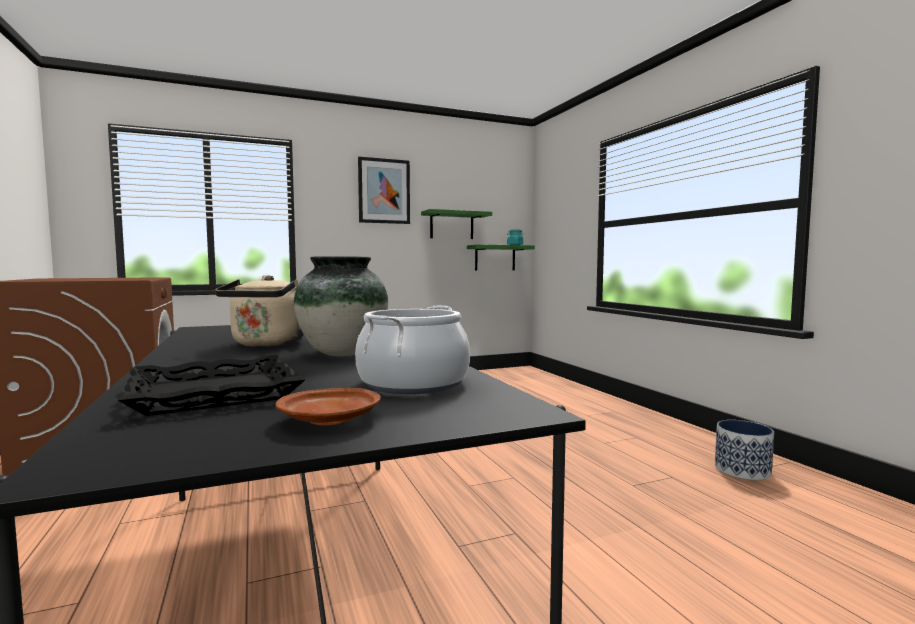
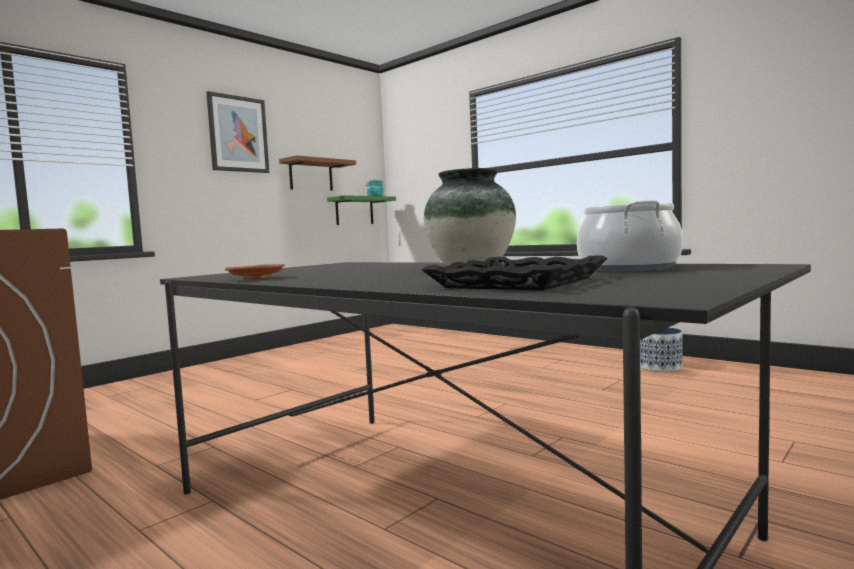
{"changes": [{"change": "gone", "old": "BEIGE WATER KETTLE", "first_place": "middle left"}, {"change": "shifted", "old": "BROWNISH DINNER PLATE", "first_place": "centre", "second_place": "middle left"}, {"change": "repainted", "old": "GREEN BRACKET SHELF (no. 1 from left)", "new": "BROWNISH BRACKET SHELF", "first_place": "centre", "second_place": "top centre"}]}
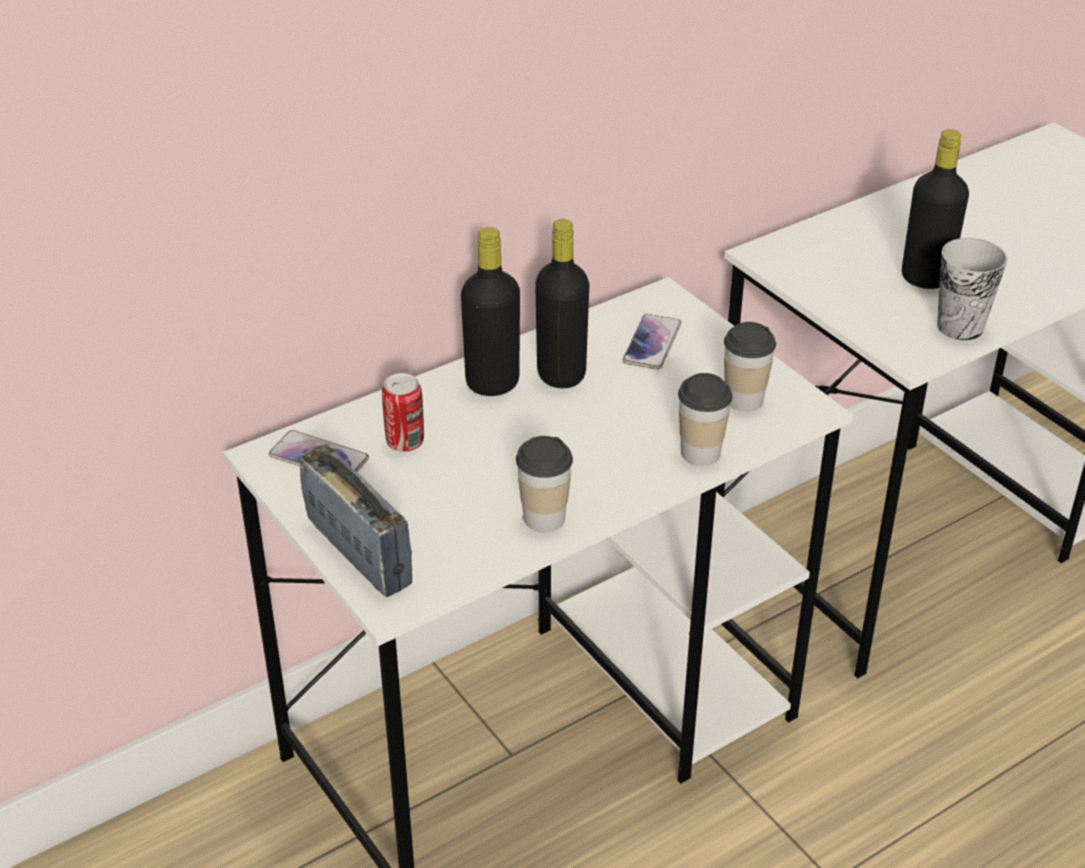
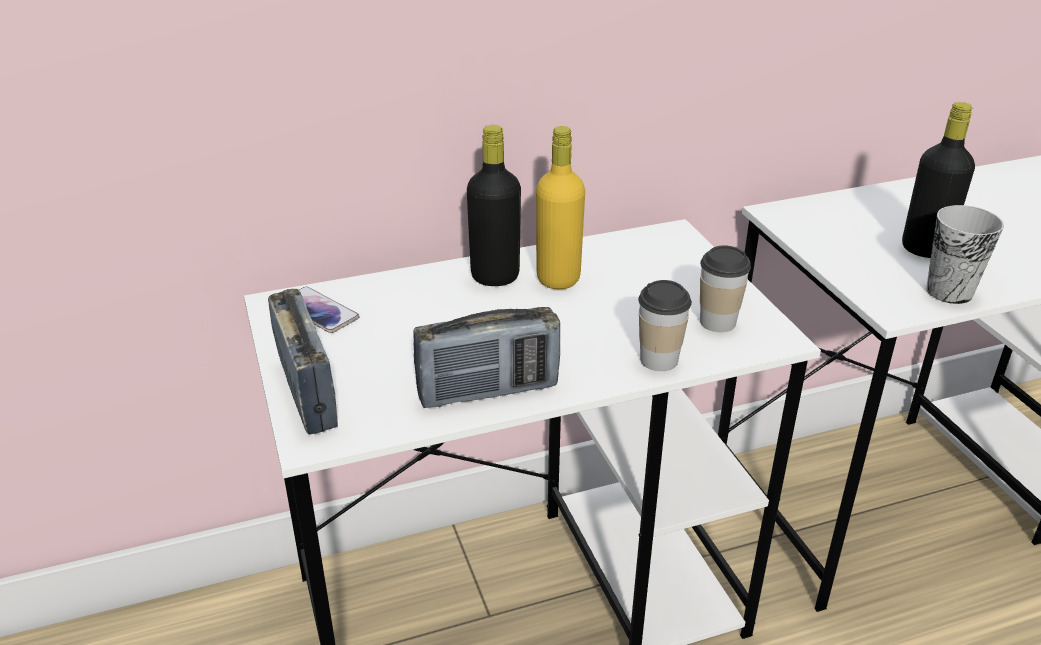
{"changes": [{"change": "gone", "old": "METAL CAN", "first_place": "centre"}, {"change": "swapped", "old": "SMALL CUP (no. 1 from left)", "new": "RADIO RECEIVER (no. 2 from left)", "first_place": "centre", "second_place": "centre"}, {"change": "repainted", "old": "BLACK-COLOURED BOTTLE (no. 2 from left)", "new": "YELLOWISH BOTTLE", "first_place": "centre", "second_place": "top centre"}, {"change": "gone", "old": "PHONE (no. 2 from left)", "first_place": "centre"}]}
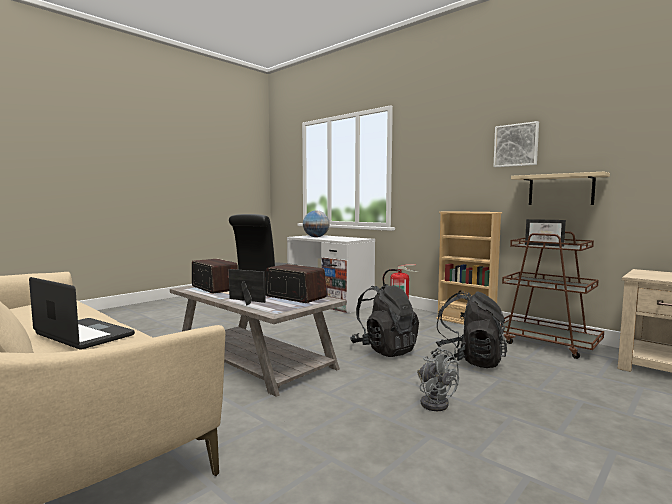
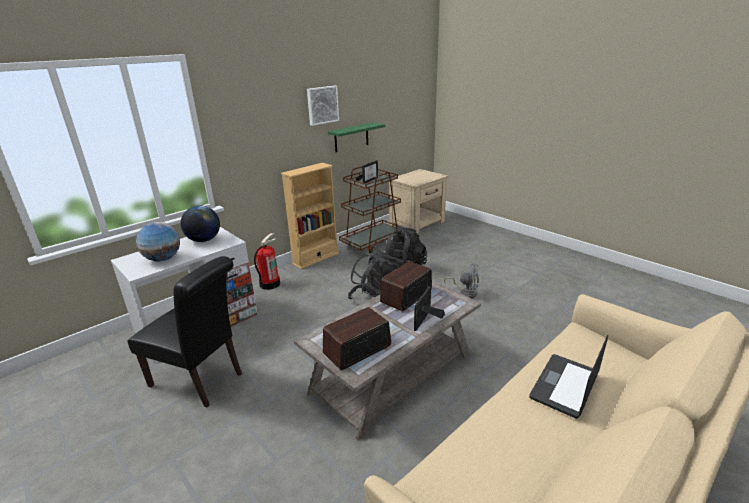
{"changes": [{"change": "rotated", "old": "GREYISH ELECTRIC FAN", "first_place": "bottom centre", "second_place": "centre", "degrees": 45}, {"change": "repainted", "old": "BEIGE BRACKET SHELF", "new": "GREEN BRACKET SHELF", "first_place": "middle right", "second_place": "top centre"}, {"change": "new", "new": "DESK GLOBE (no. 2 from left)", "second_place": "middle left"}]}
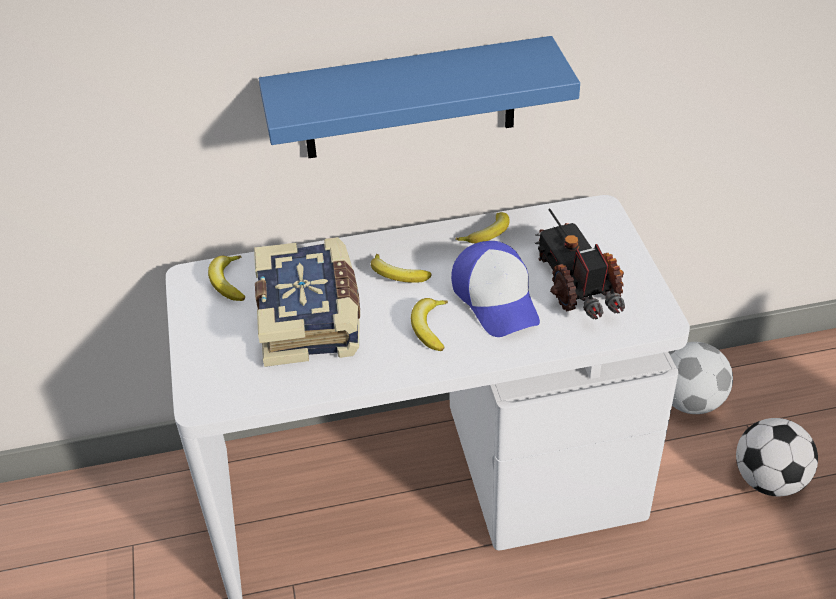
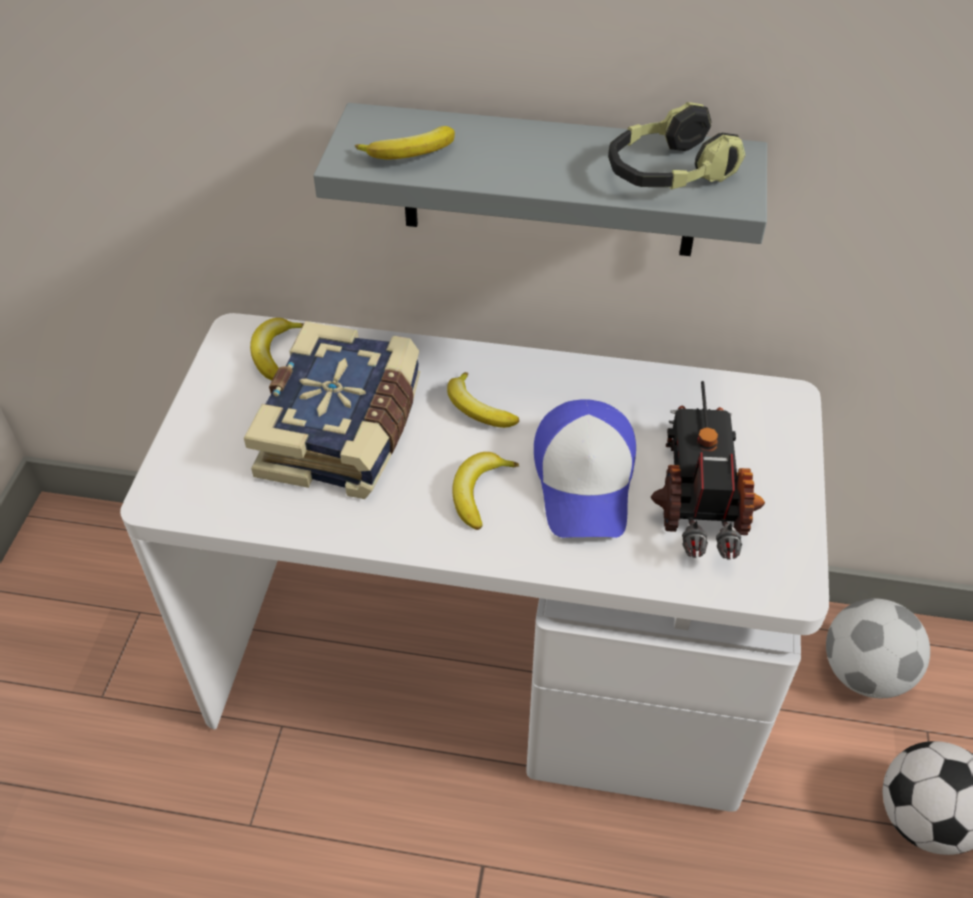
{"changes": [{"change": "repainted", "old": "BLUE BRACKET SHELF", "new": "GREYISH BRACKET SHELF", "first_place": "top centre", "second_place": "top centre"}, {"change": "shifted", "old": "WHOLE BANANA (no. 4 from left in the first image)", "new": "WHOLE BANANA (no. 2 from left)", "first_place": "centre", "second_place": "top centre"}, {"change": "new", "new": "PAIR OF HEADPHONES", "second_place": "top right"}]}
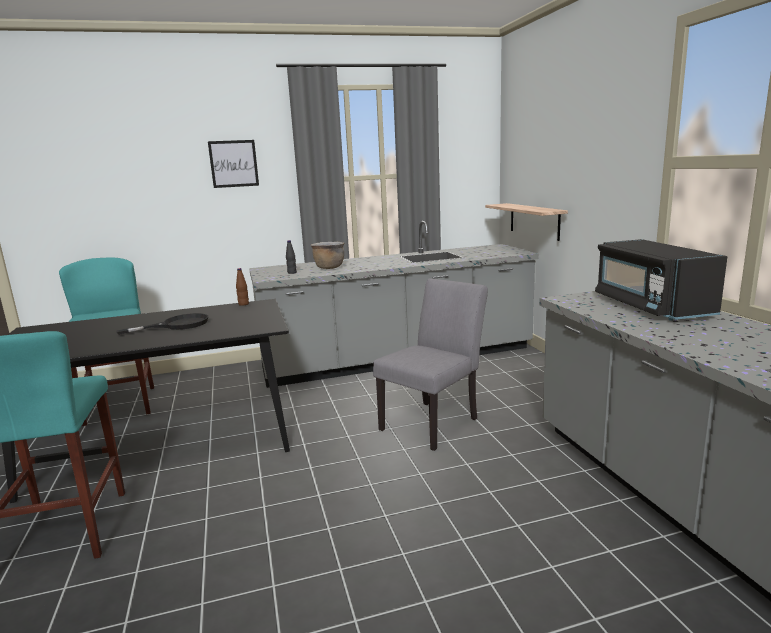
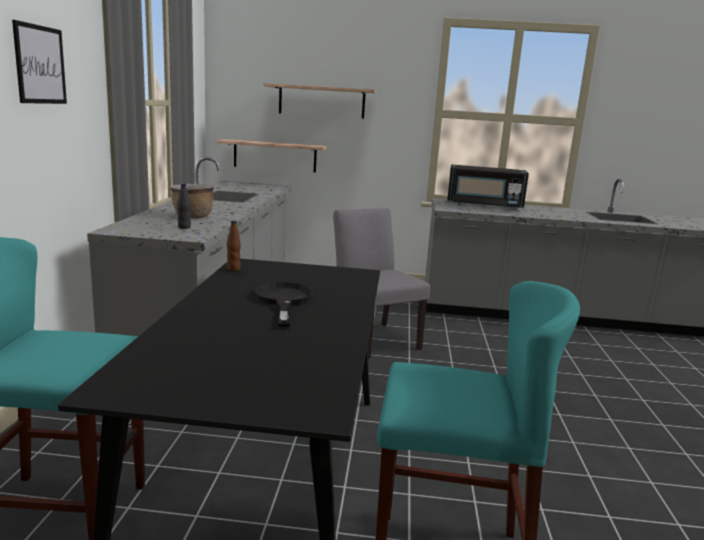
{"changes": [{"change": "new", "new": "BRACKET SHELF (no. 2 from left)", "second_place": "top centre"}]}
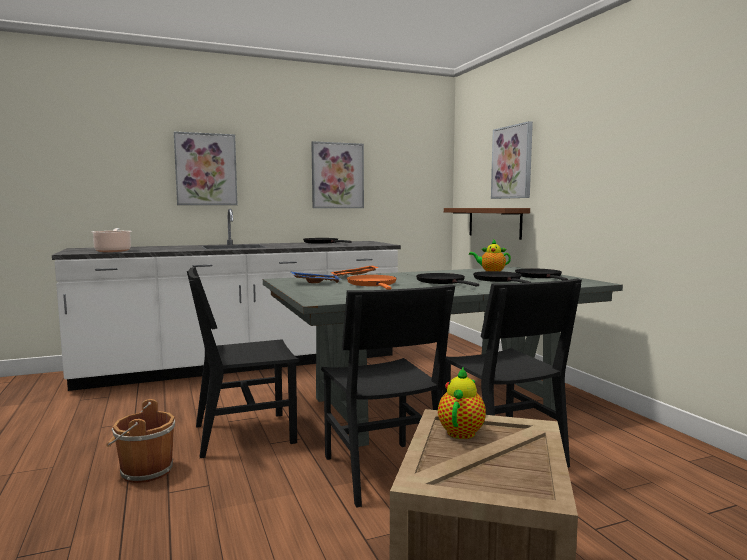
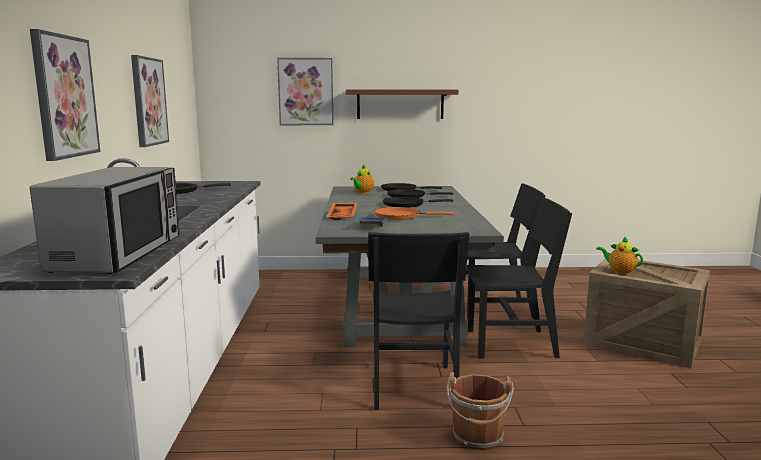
{"changes": [{"change": "swapped", "old": "COOKING POT", "new": "MICROWAVE OVEN", "first_place": "middle left", "second_place": "middle left"}, {"change": "shifted", "old": "BROWNISH BRACKET SHELF", "first_place": "centre", "second_place": "top centre"}]}
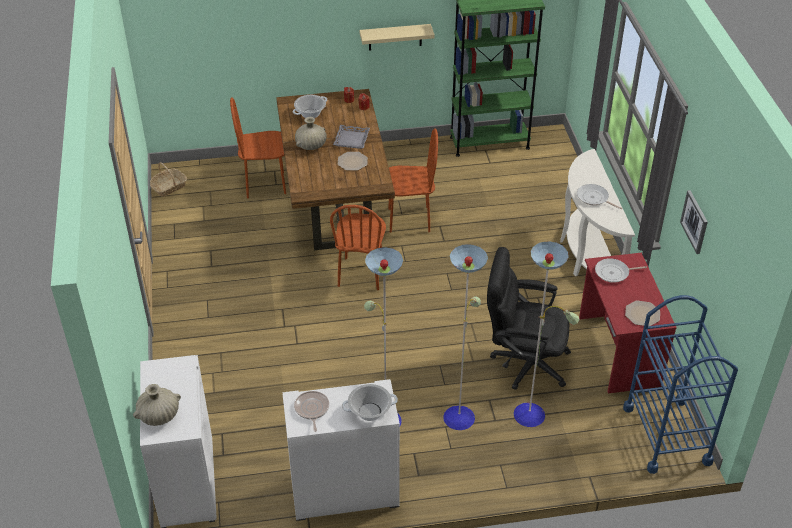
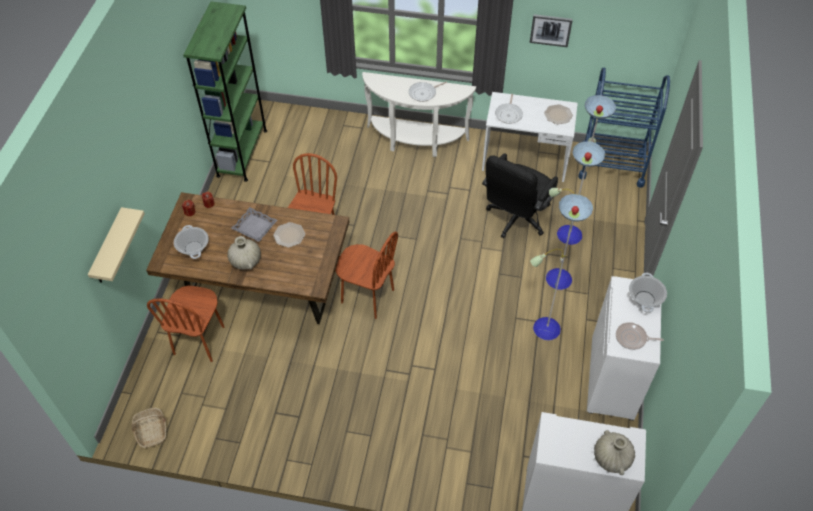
{"changes": [{"change": "shifted", "old": "BEIGE BRACKET SHELF", "first_place": "top centre", "second_place": "middle left"}, {"change": "repainted", "old": "RED DESK", "new": "WHITE-COLOURED DESK", "first_place": "middle right", "second_place": "top centre"}]}
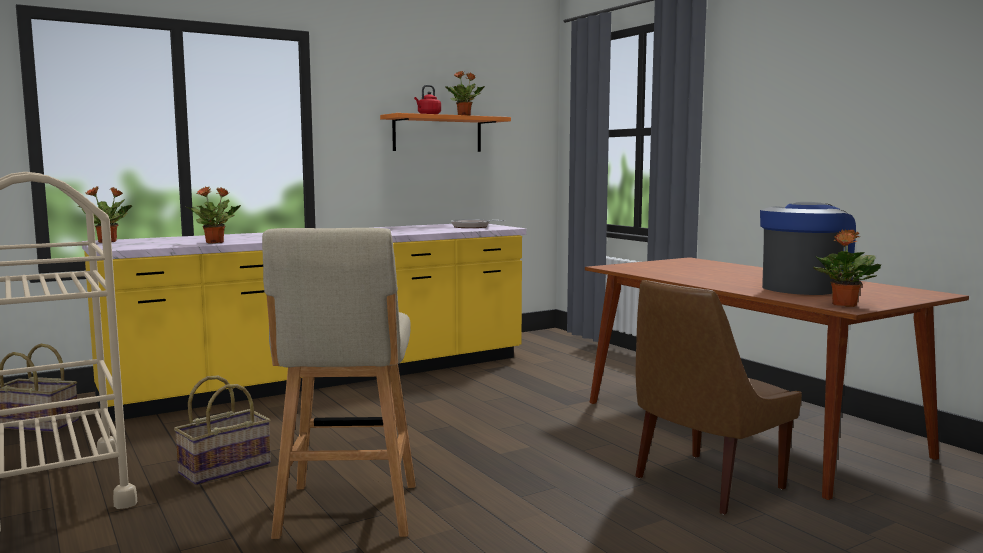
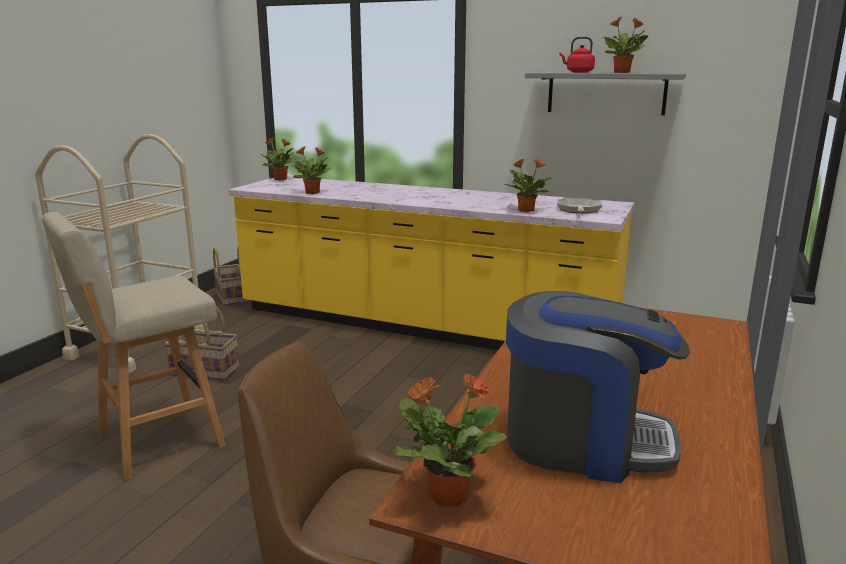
{"changes": [{"change": "repainted", "old": "ORANGE-COLOURED BRACKET SHELF", "new": "GREYISH BRACKET SHELF", "first_place": "top centre", "second_place": "top right"}, {"change": "new", "new": "HOUSEPLANT (no. 4 from left)", "second_place": "top centre"}]}
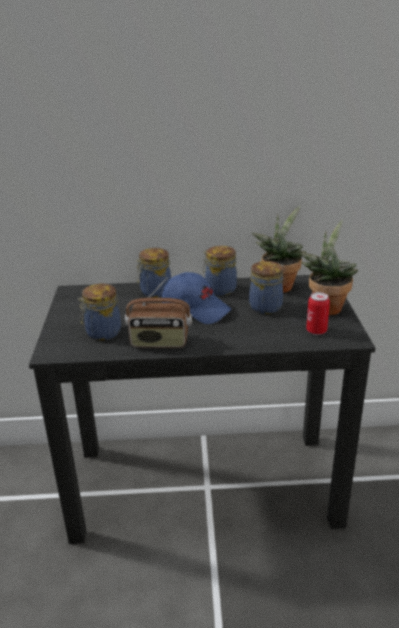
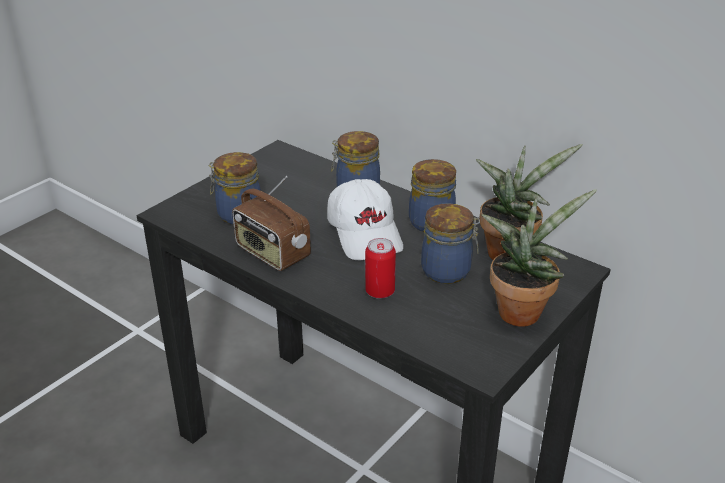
{"changes": [{"change": "repainted", "old": "BLUE CAP", "new": "WHITE-COLOURED CAP", "first_place": "centre", "second_place": "centre"}, {"change": "shifted", "old": "METAL CAN", "first_place": "middle right", "second_place": "centre"}]}
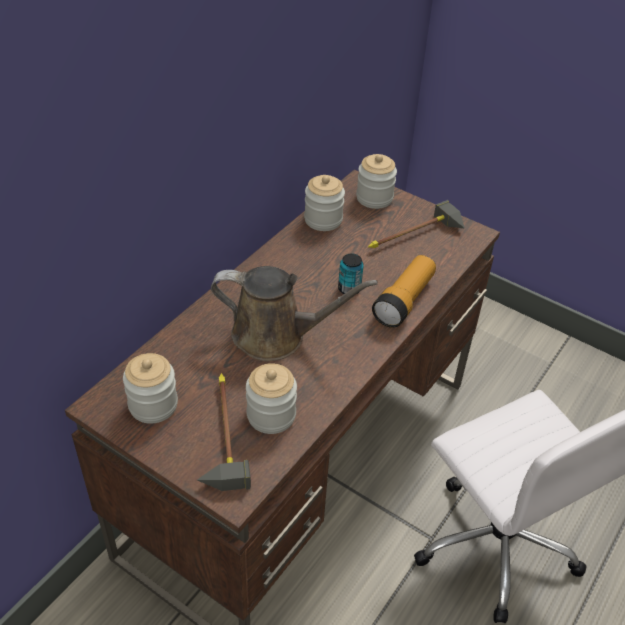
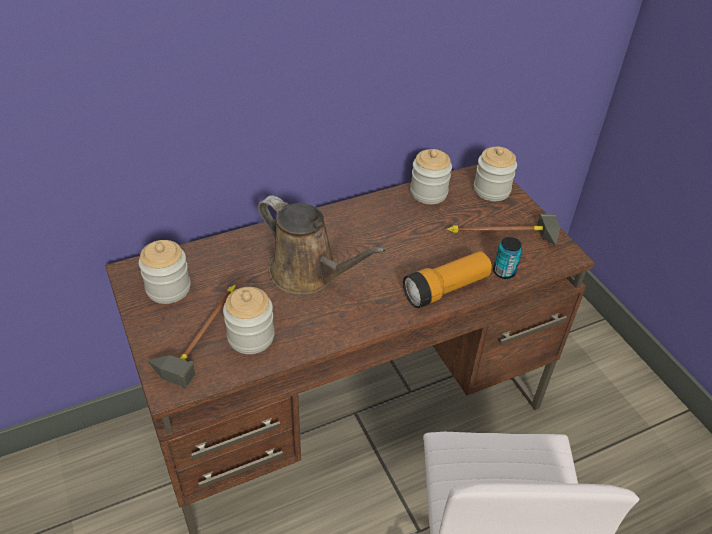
{"changes": [{"change": "shifted", "old": "METAL CAN", "first_place": "centre", "second_place": "middle right"}]}
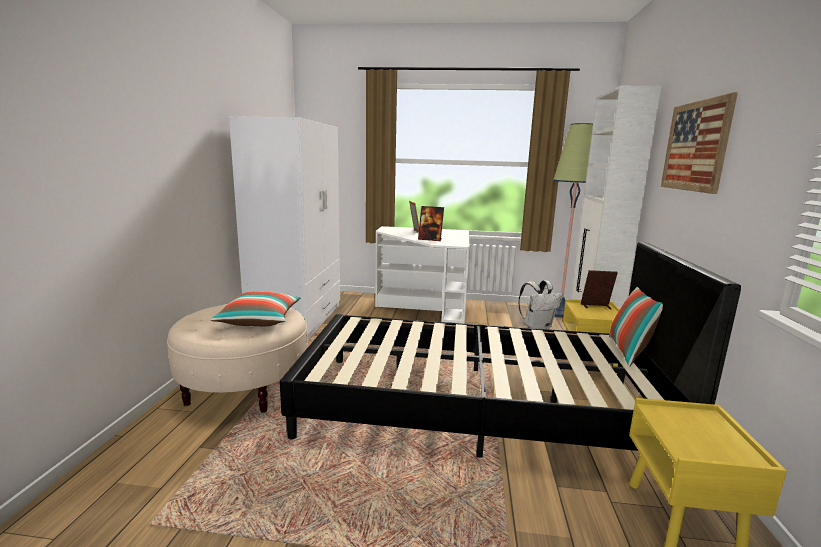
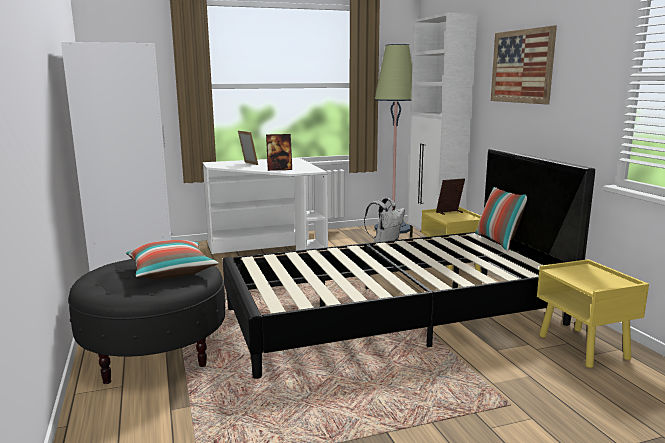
{"changes": [{"change": "repainted", "old": "BEIGE FOOTREST", "new": "BLACK-COLOURED FOOTREST", "first_place": "middle left", "second_place": "bottom left"}]}
